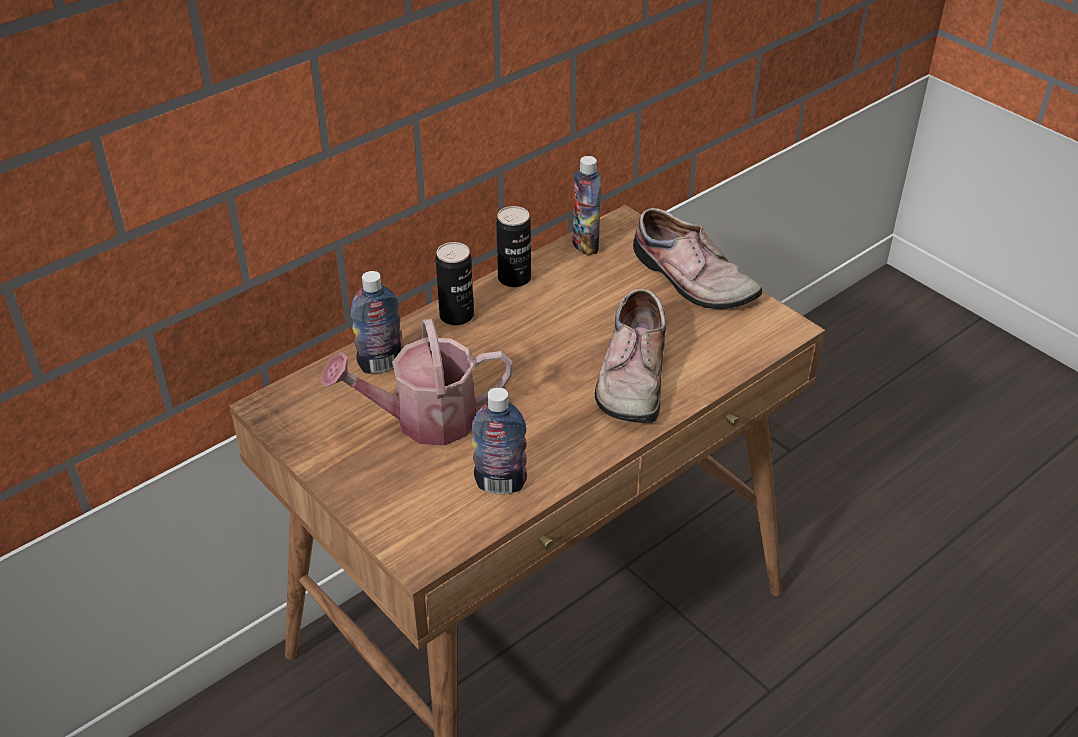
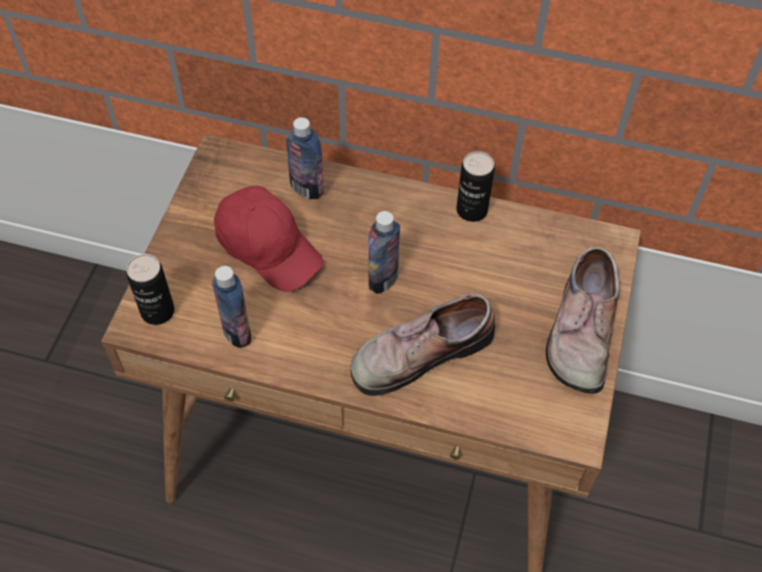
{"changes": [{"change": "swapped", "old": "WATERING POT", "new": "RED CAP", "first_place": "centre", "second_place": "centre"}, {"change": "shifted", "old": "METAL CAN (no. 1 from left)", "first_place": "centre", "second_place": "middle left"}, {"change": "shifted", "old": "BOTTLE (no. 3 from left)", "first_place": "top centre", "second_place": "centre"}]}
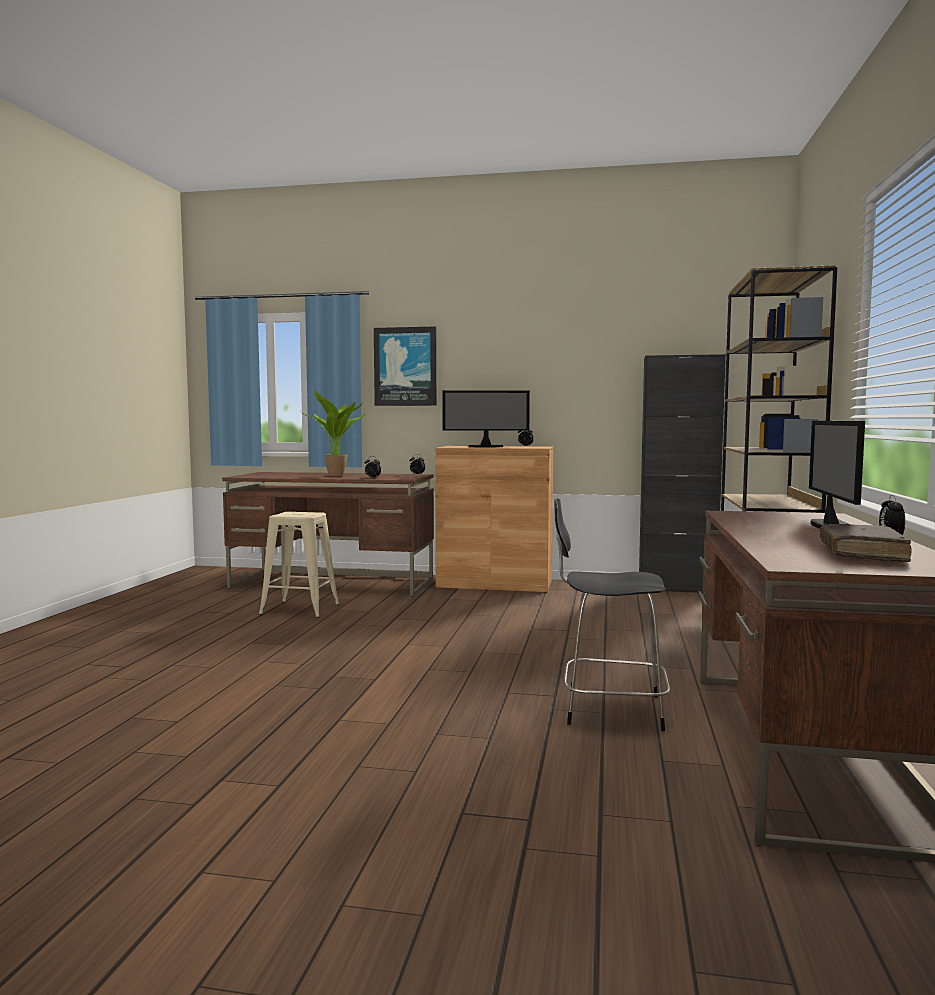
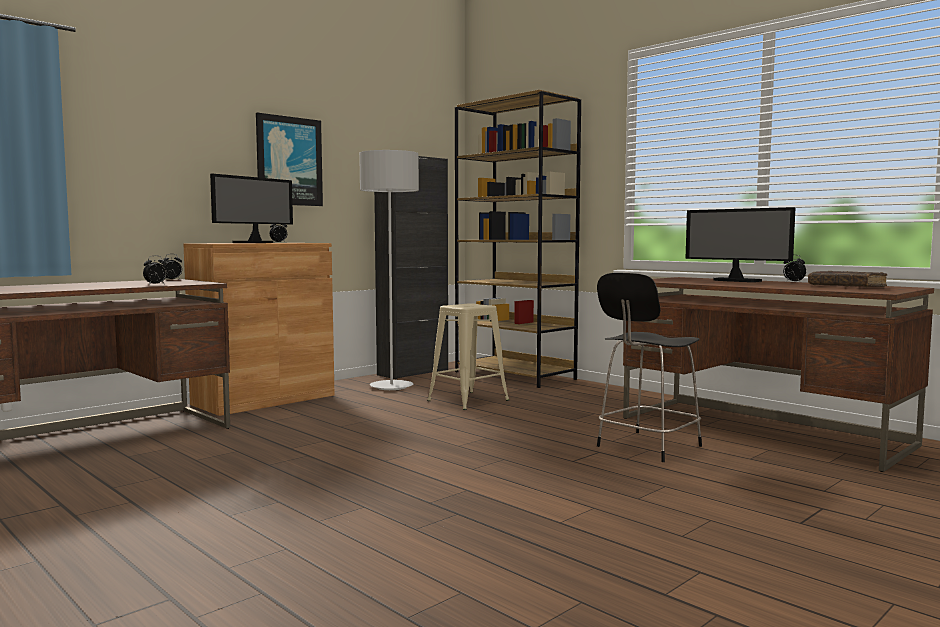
{"changes": [{"change": "shifted", "old": "BEIGE STOOL", "first_place": "middle left", "second_place": "centre"}, {"change": "gone", "old": "HOUSEPLANT", "first_place": "centre"}, {"change": "shifted", "old": "PICTURE", "first_place": "centre", "second_place": "top left"}, {"change": "new", "new": "GREYISH STANDING LAMP", "second_place": "centre"}]}
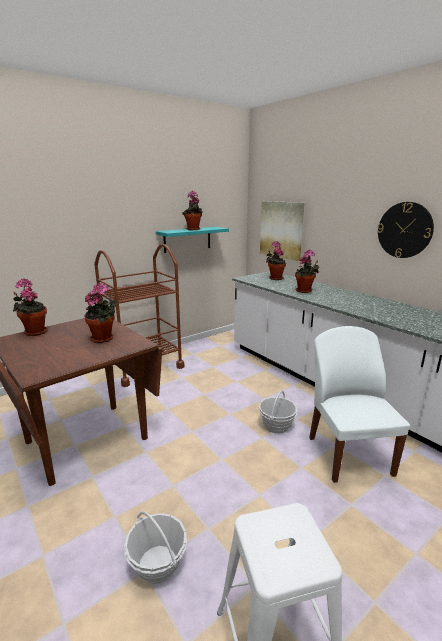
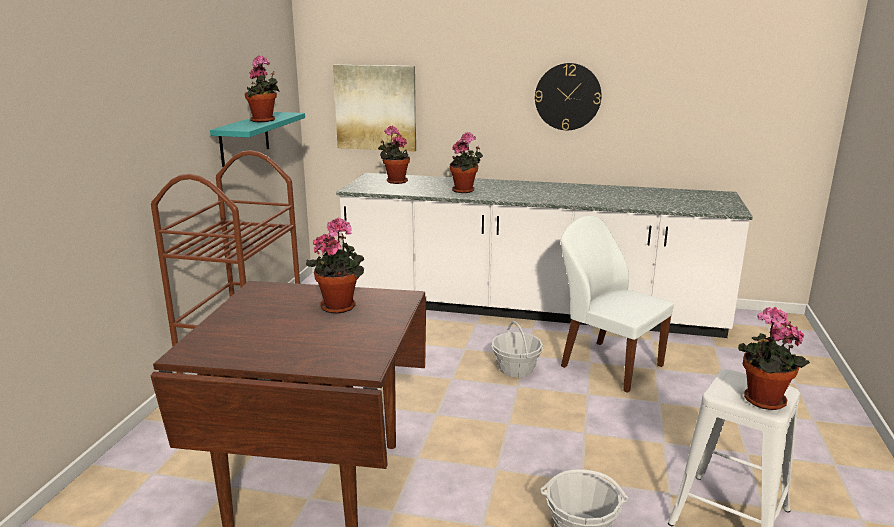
{"changes": [{"change": "shifted", "old": "HOUSEPLANT (no. 1 from left in the first image)", "new": "HOUSEPLANT (no. 5 from left)", "first_place": "middle left", "second_place": "bottom right"}]}
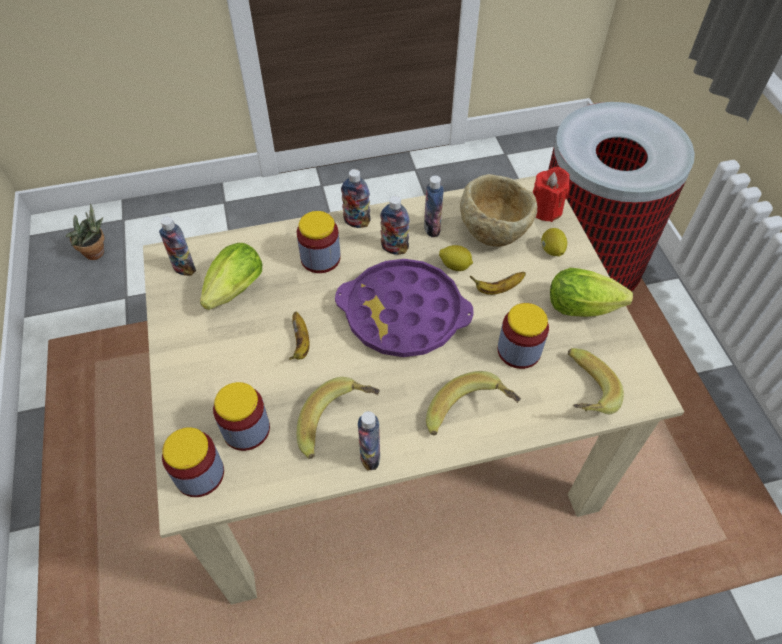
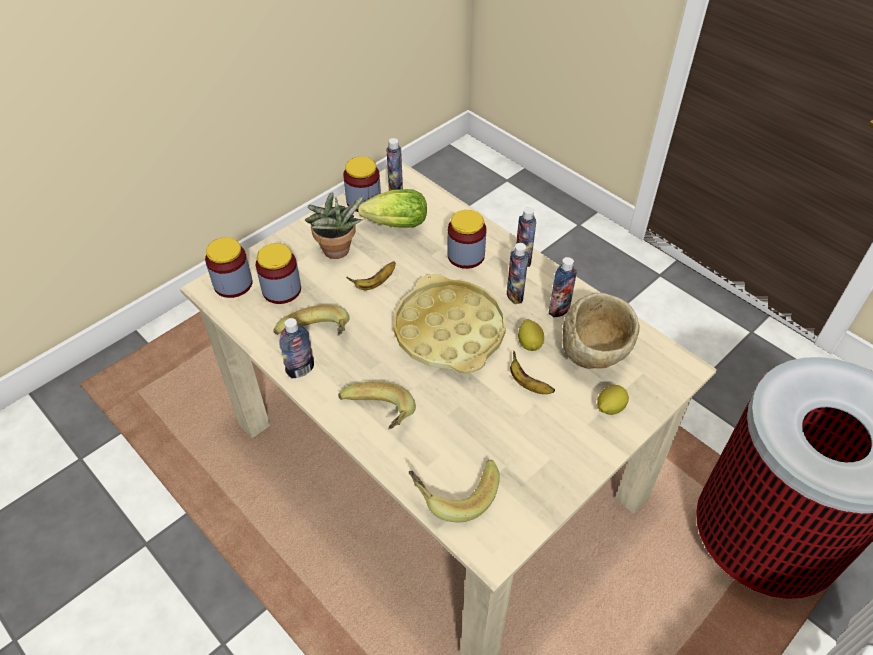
{"changes": [{"change": "shifted", "old": "HOUSEPLANT", "first_place": "middle left", "second_place": "centre"}, {"change": "repainted", "old": "PURPLISH CARRYING TRAY", "new": "YELLOWISH CARRYING TRAY", "first_place": "centre", "second_place": "centre"}, {"change": "shifted", "old": "JAR (no. 4 from left in the first image)", "new": "JAR (no. 3 from left)", "first_place": "middle right", "second_place": "top centre"}, {"change": "gone", "old": "RED WAX LIGHT", "first_place": "top right"}, {"change": "gone", "old": "LETTUCE HEAD (no. 2 from left)", "first_place": "middle right"}]}
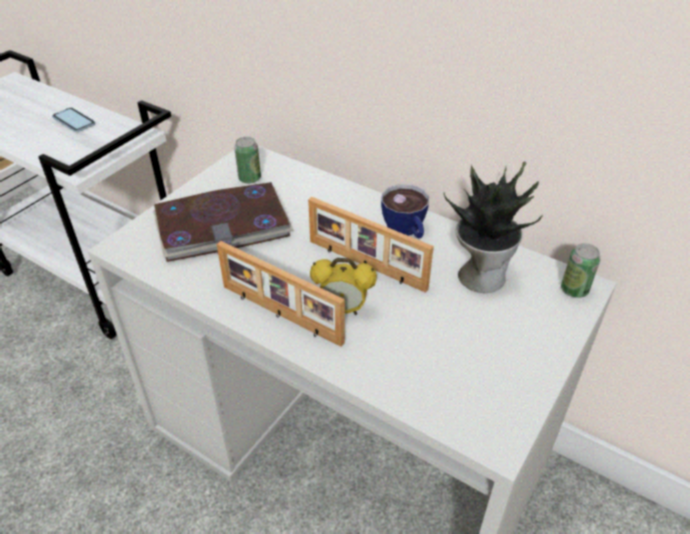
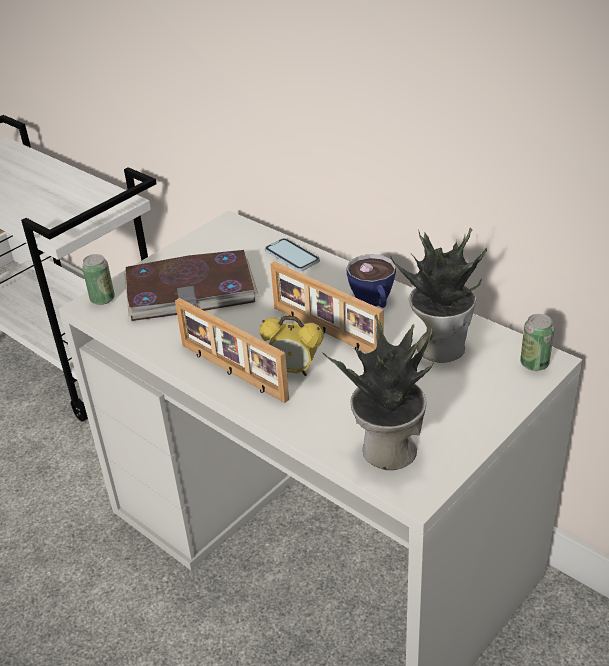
{"changes": [{"change": "shifted", "old": "PHONE", "first_place": "top left", "second_place": "centre"}, {"change": "shifted", "old": "METAL CAN (no. 1 from left)", "first_place": "top centre", "second_place": "middle left"}, {"change": "new", "new": "HOUSEPLANT (no. 1 from left)", "second_place": "centre"}]}
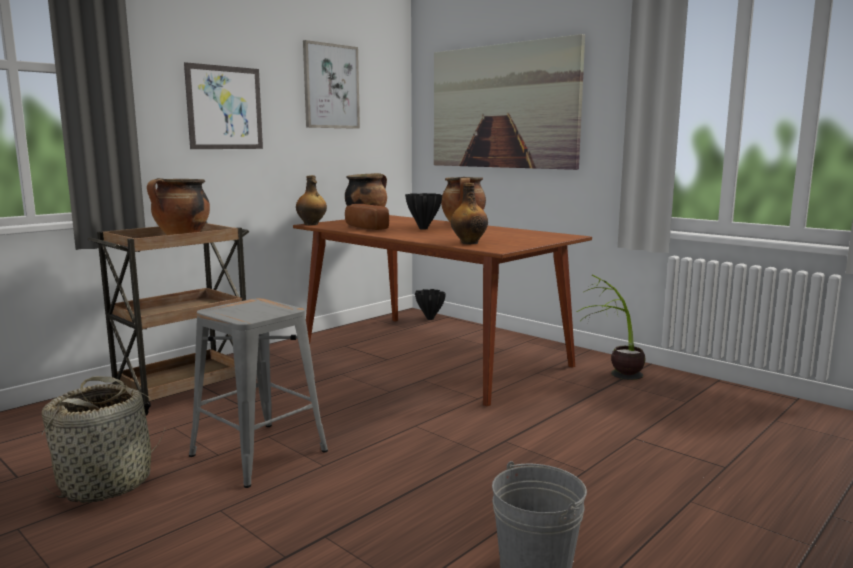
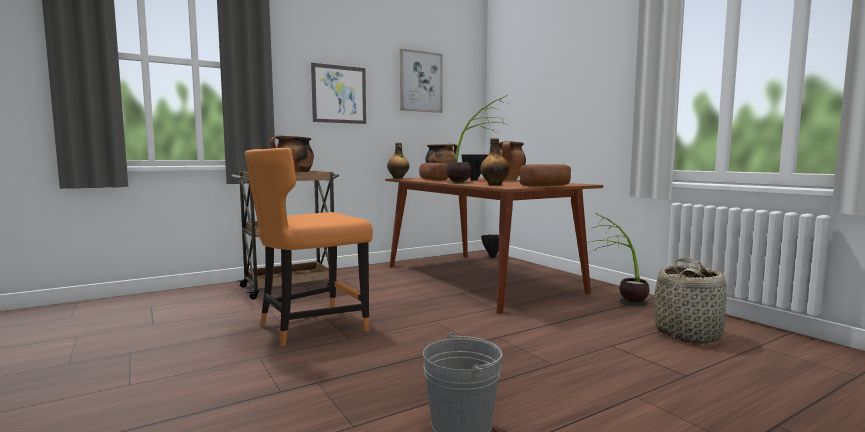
{"changes": [{"change": "shifted", "old": "HOUSEHOLD BASKET", "first_place": "bottom left", "second_place": "bottom right"}, {"change": "swapped", "old": "GREYISH STOOL", "new": "ORANGE-COLOURED PLAIN CHAIR", "first_place": "bottom left", "second_place": "centre"}, {"change": "gone", "old": "PICTURE (no. 3 from left)", "first_place": "top centre"}, {"change": "new", "new": "HOUSEPLANT (no. 1 from left)", "second_place": "top centre"}, {"change": "new", "new": "BAKED BREAD (no. 2 from left)", "second_place": "centre"}]}
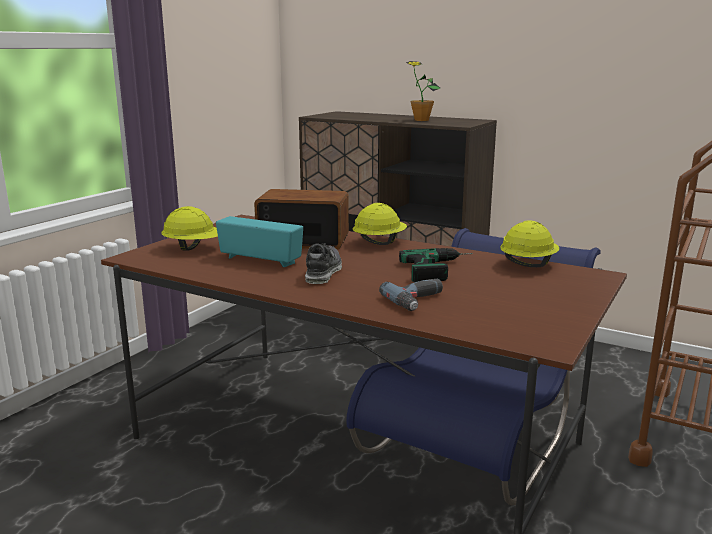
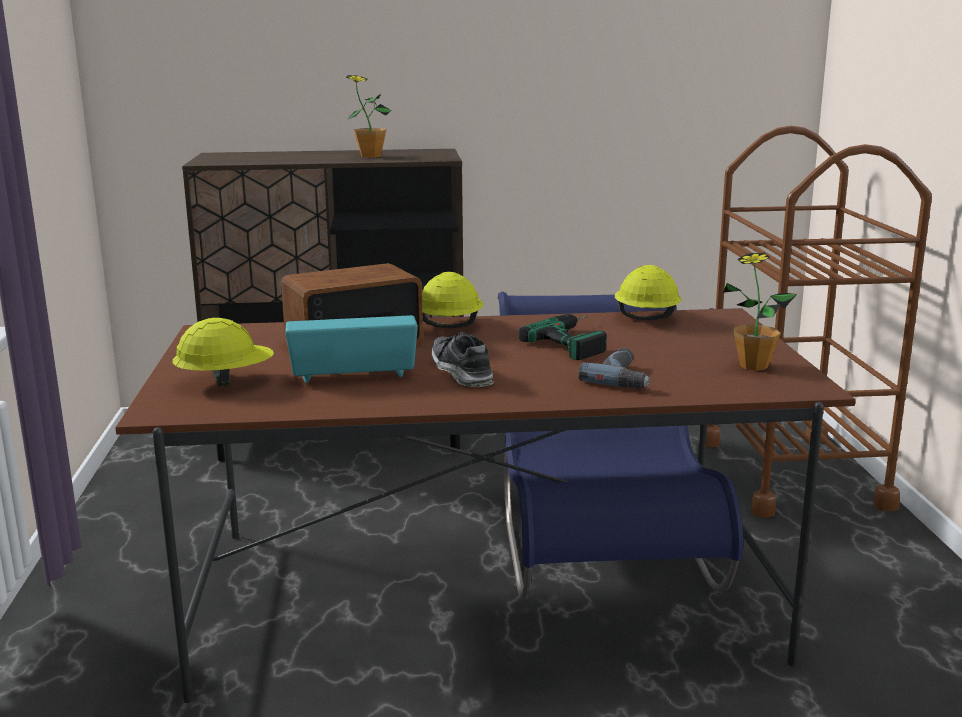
{"changes": [{"change": "new", "new": "HOUSEPLANT (no. 2 from left)", "second_place": "middle right"}]}
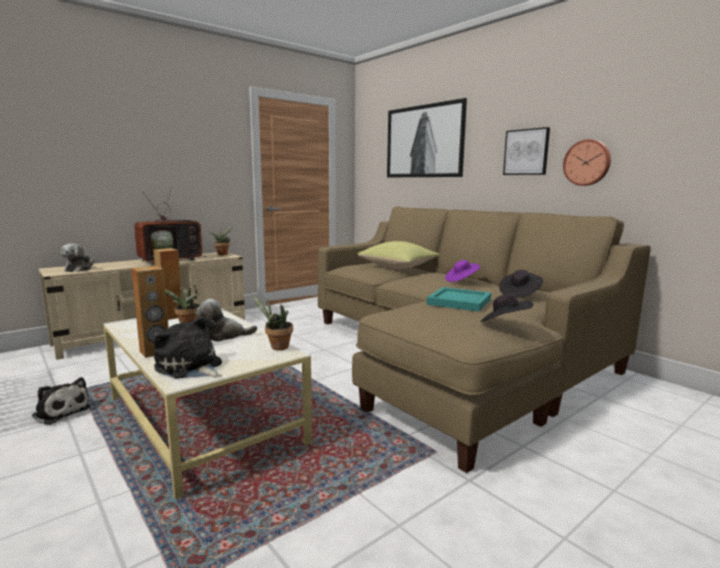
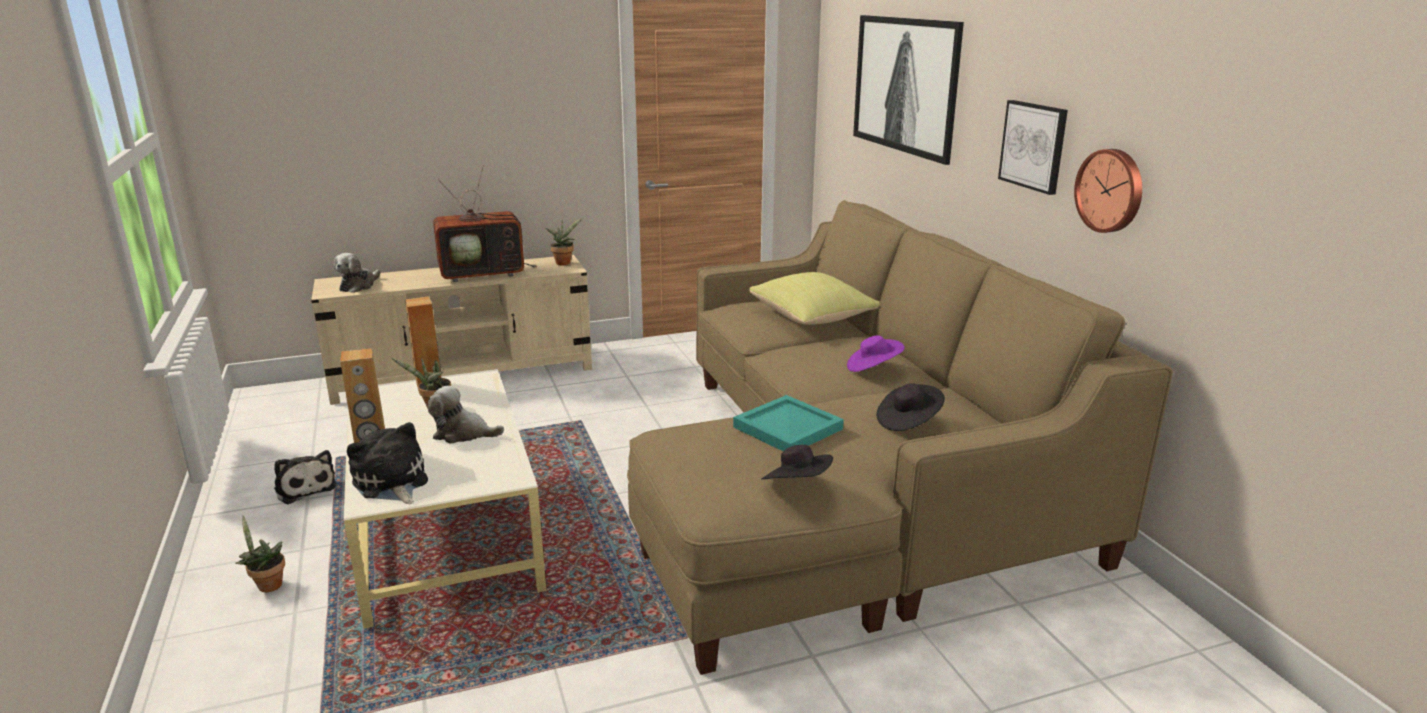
{"changes": [{"change": "shifted", "old": "HOUSEPLANT (no. 3 from left in the first image)", "new": "HOUSEPLANT (no. 1 from left)", "first_place": "centre", "second_place": "bottom left"}]}
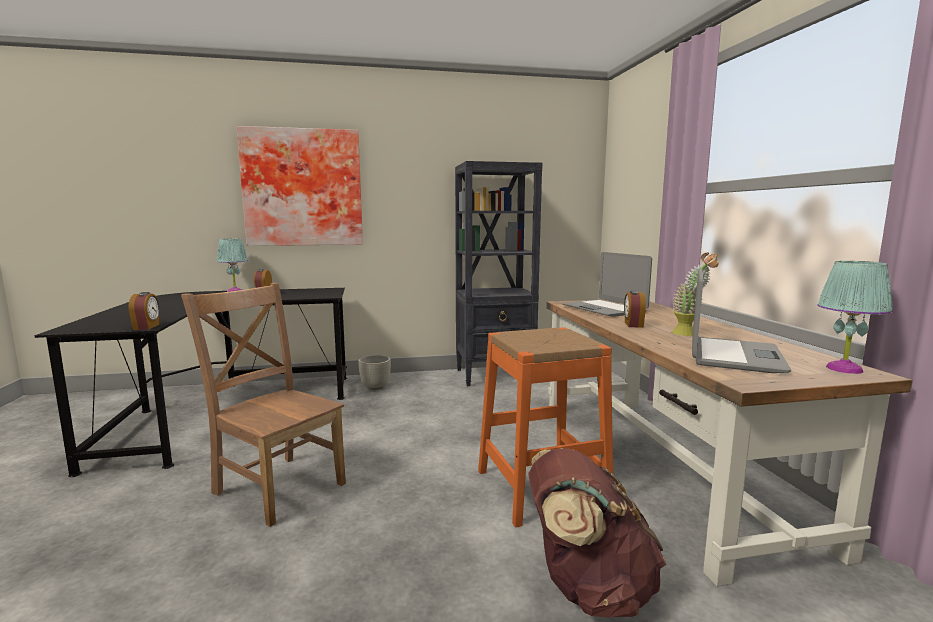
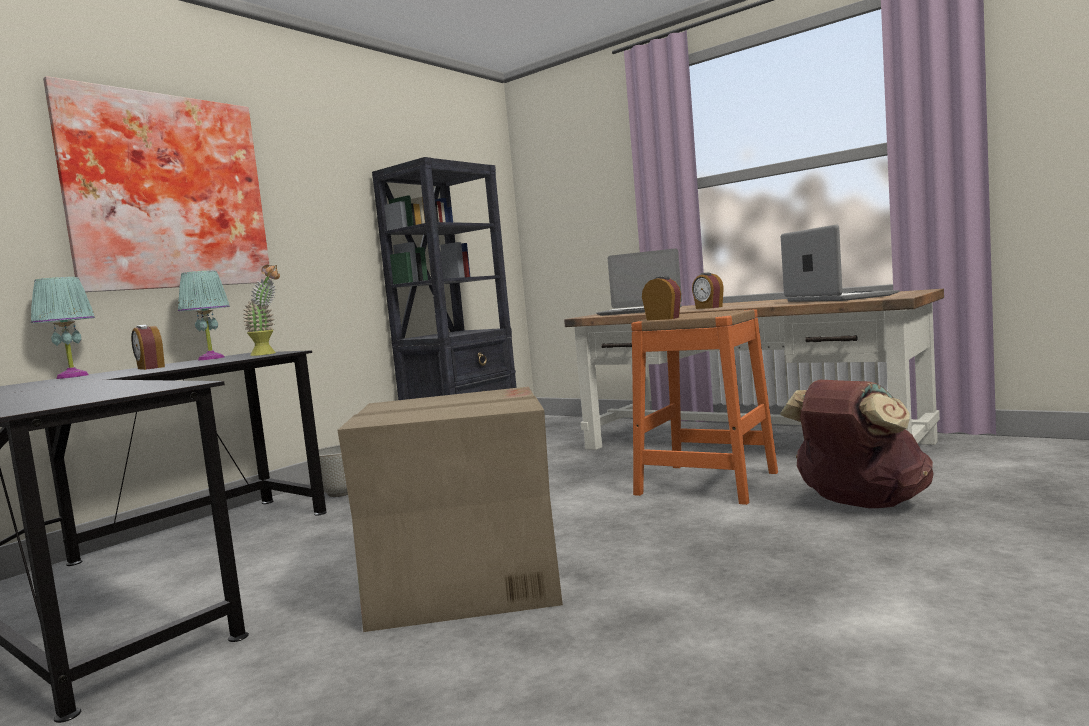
{"changes": [{"change": "shifted", "old": "BEDSIDE CLOCK (no. 1 from left in the first image)", "new": "BEDSIDE CLOCK (no. 2 from left)", "first_place": "middle left", "second_place": "centre"}, {"change": "swapped", "old": "BROWNISH PLAIN CHAIR", "new": "PACKING BOX", "first_place": "middle left", "second_place": "bottom centre"}, {"change": "shifted", "old": "HOUSEPLANT", "first_place": "middle right", "second_place": "middle left"}, {"change": "shifted", "old": "TURQUOISE-COLOURED LAMP FOR A TABLE (no. 2 from left)", "first_place": "middle right", "second_place": "middle left"}]}
